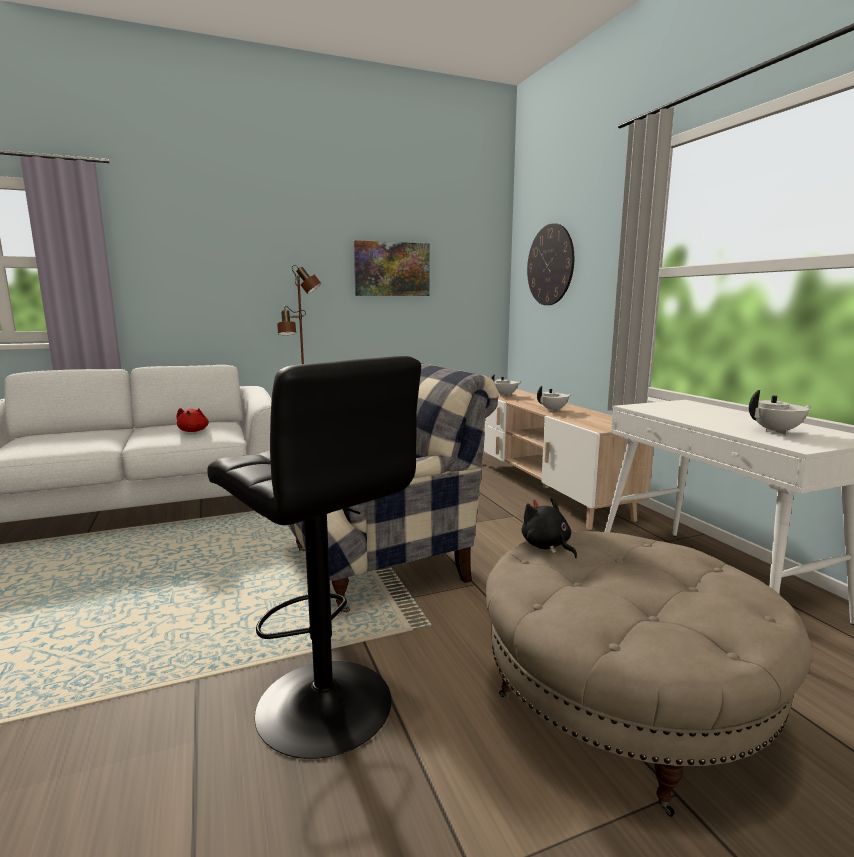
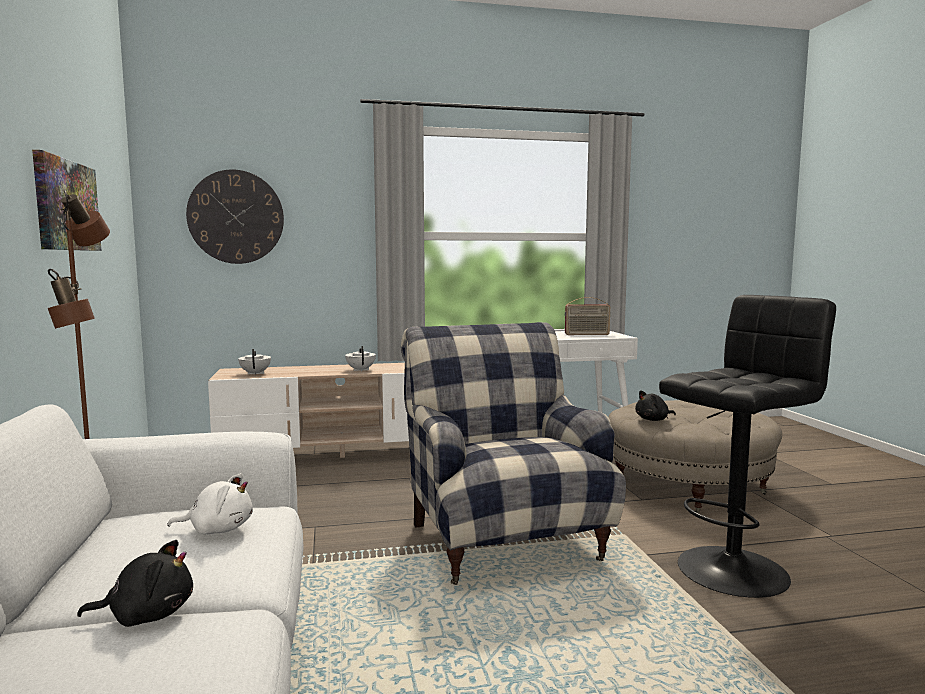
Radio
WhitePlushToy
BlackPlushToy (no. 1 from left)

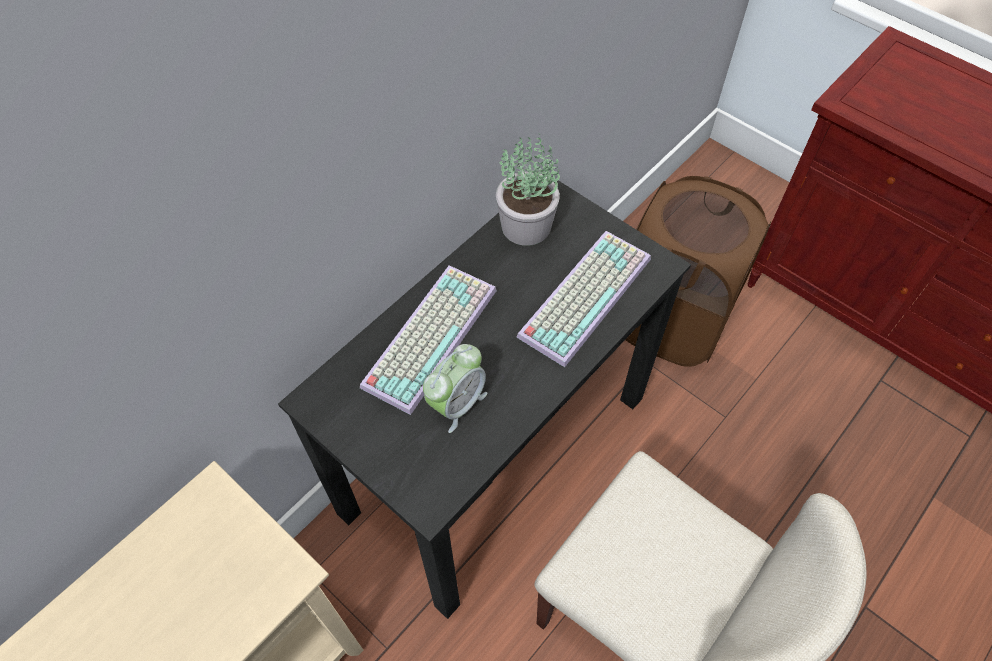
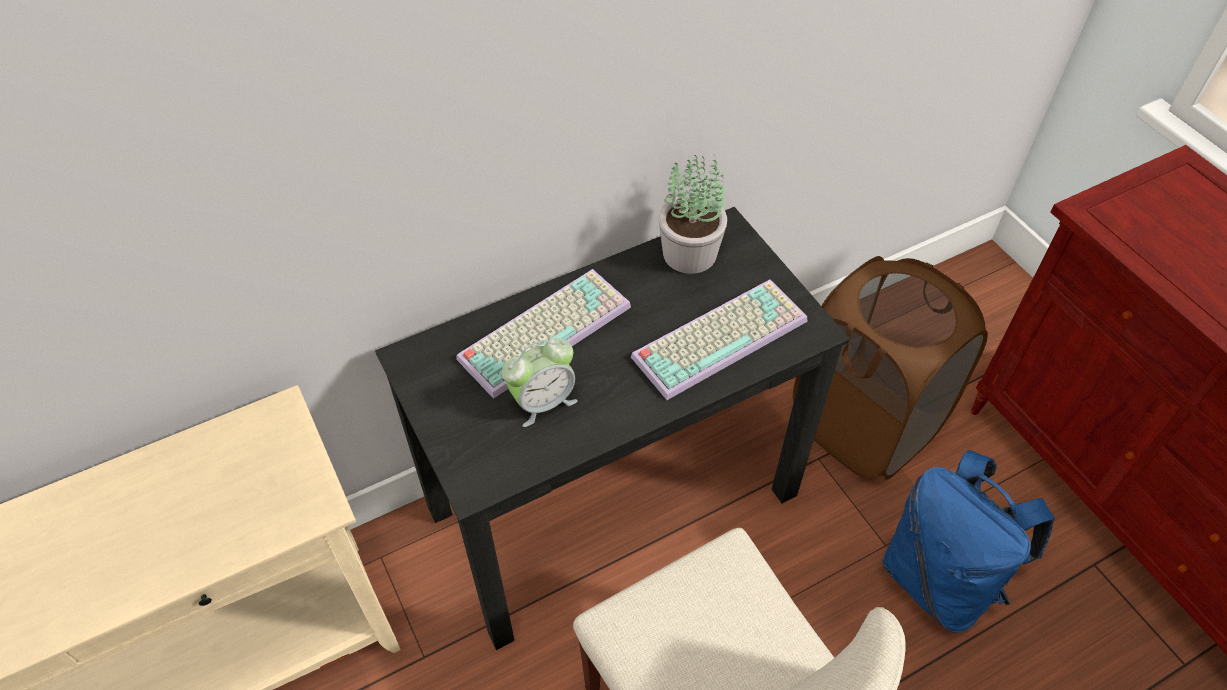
BlueBackpack

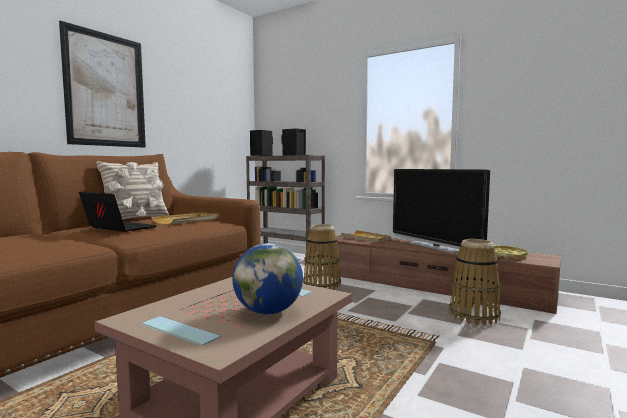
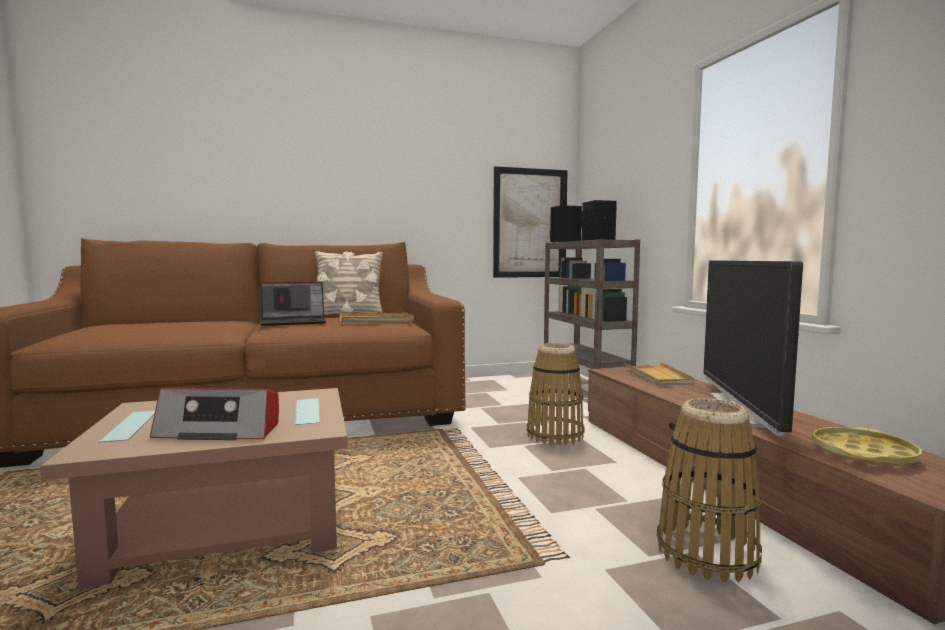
Picture
Laptop
Radio

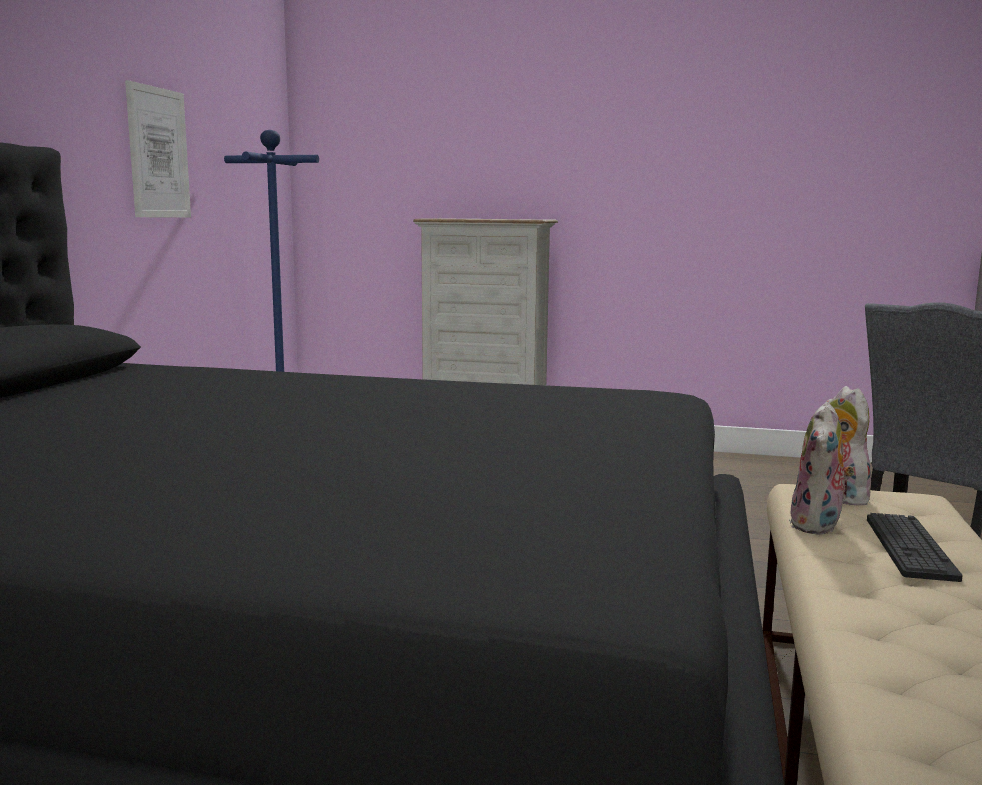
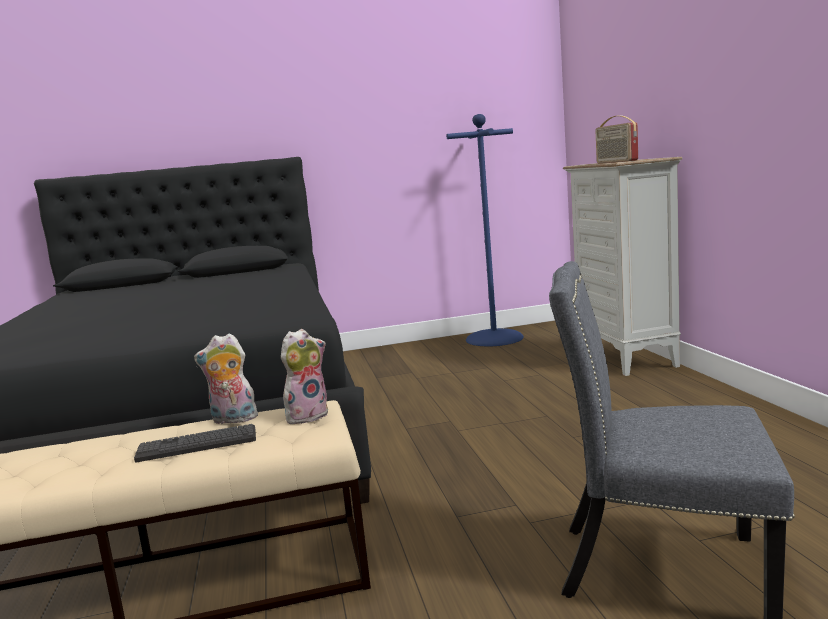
Picture
Radio

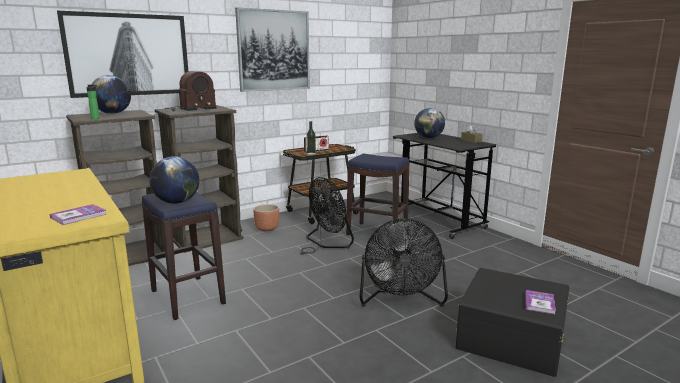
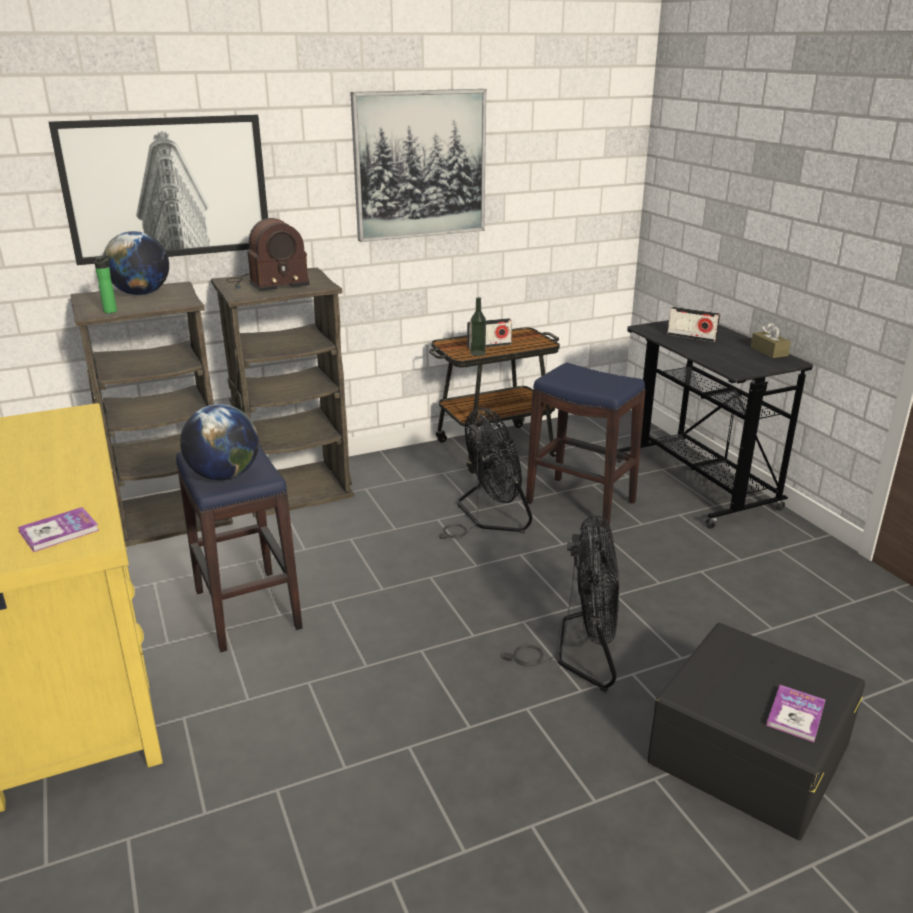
Radio (no. 3 from left)
BrownPlanter
BlackFan (no. 2 from left)

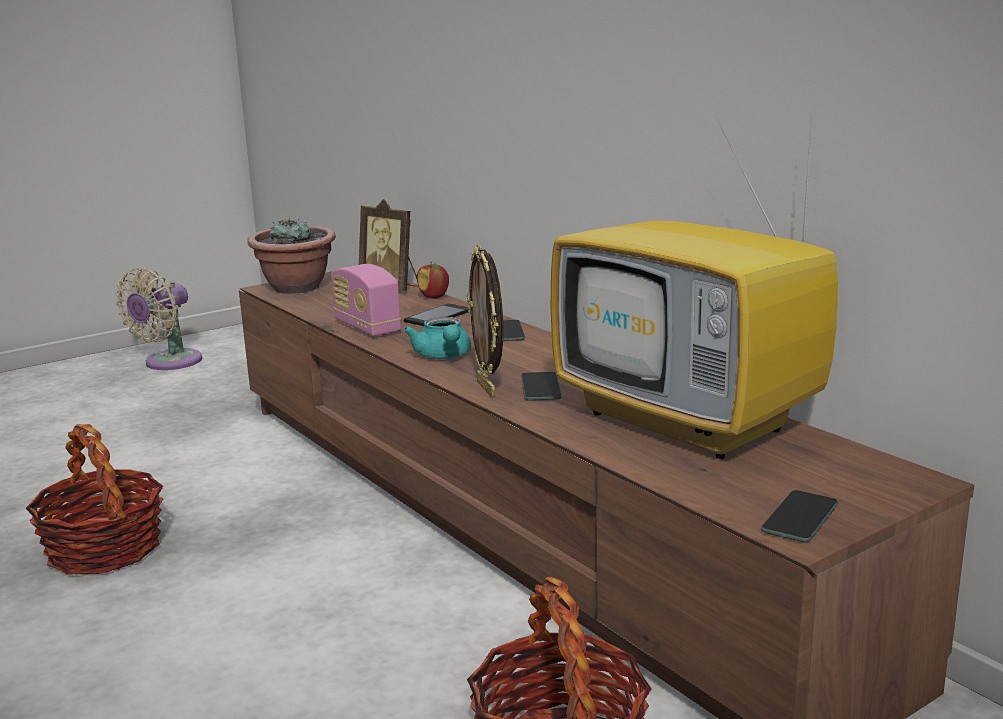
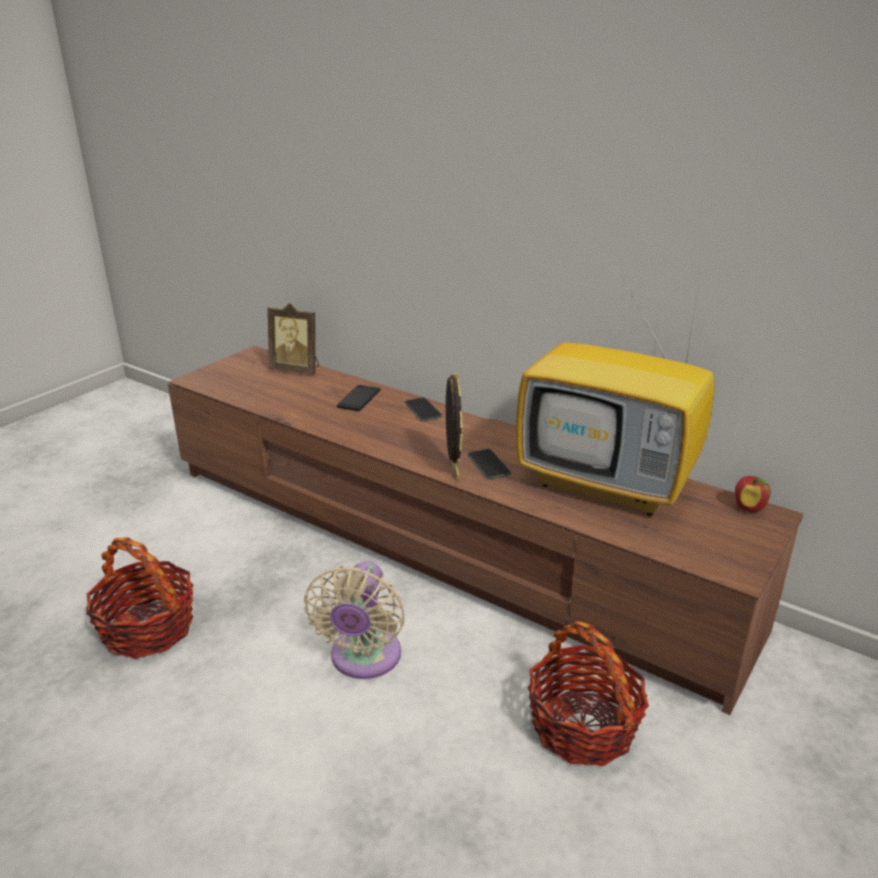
PottedPlant
PictureFrame (no. 2 from left)
Apple
Radio
BeigeFan
TurquoiseTeapot
Phone (no. 4 from left in the first image)

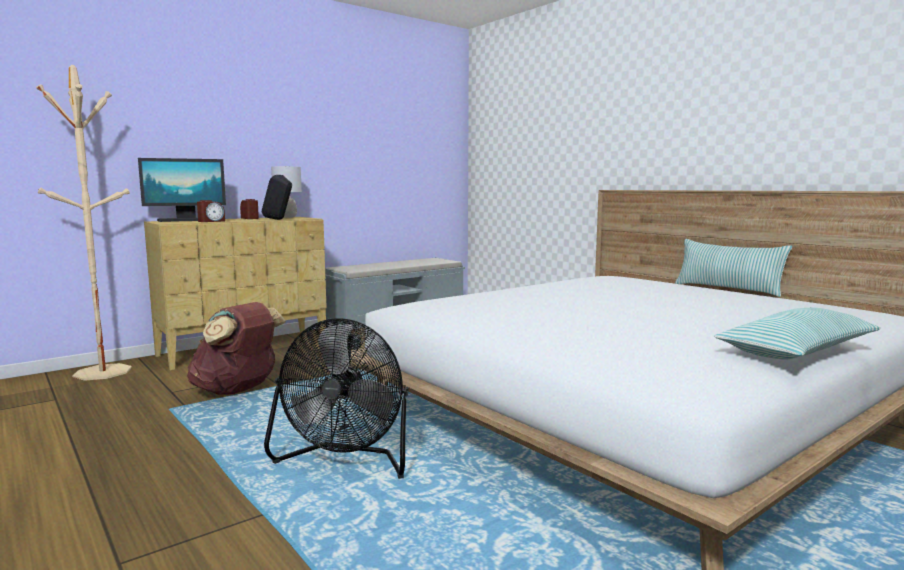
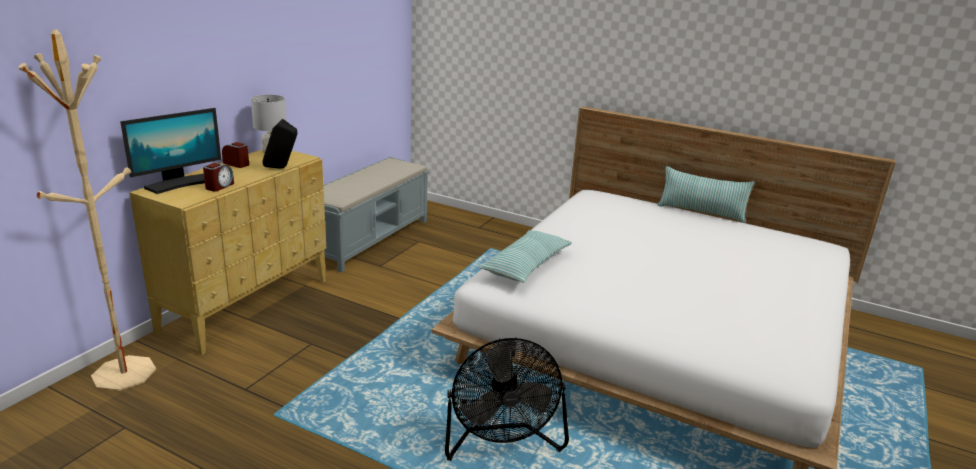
BrownBackpack
Pillow (no. 1 from left)

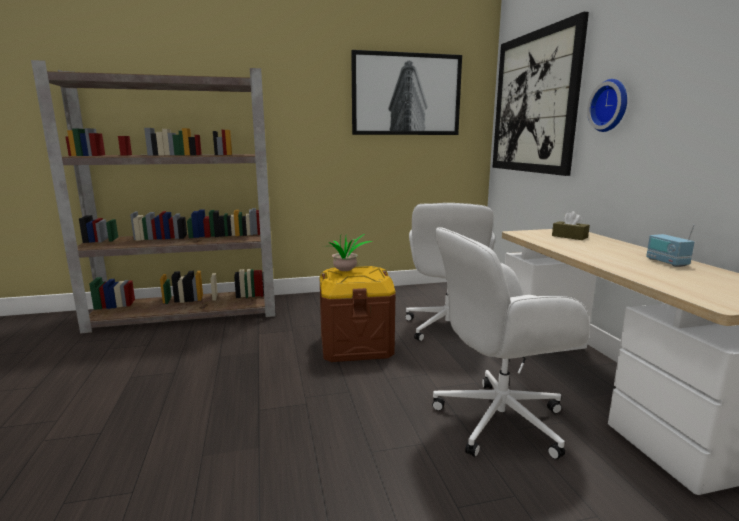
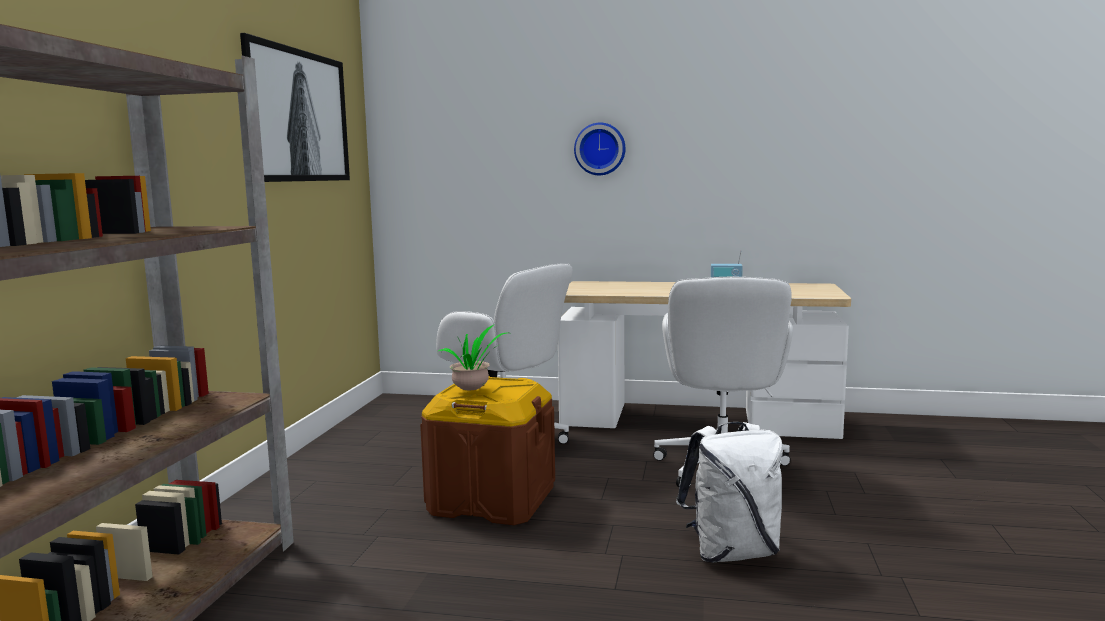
Picture (no. 2 from left in the first image)
BrownTissueBox
WhiteBackpack

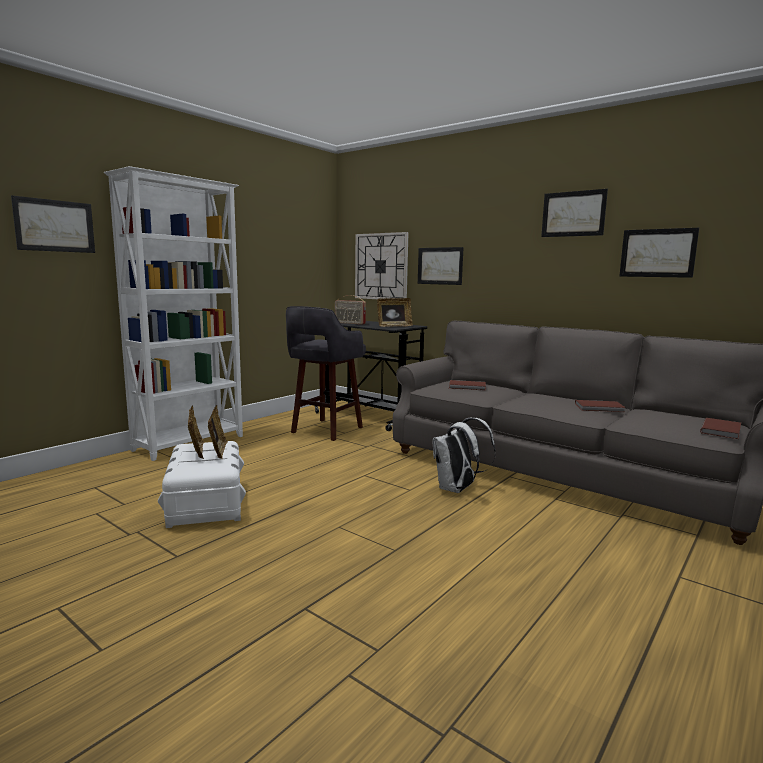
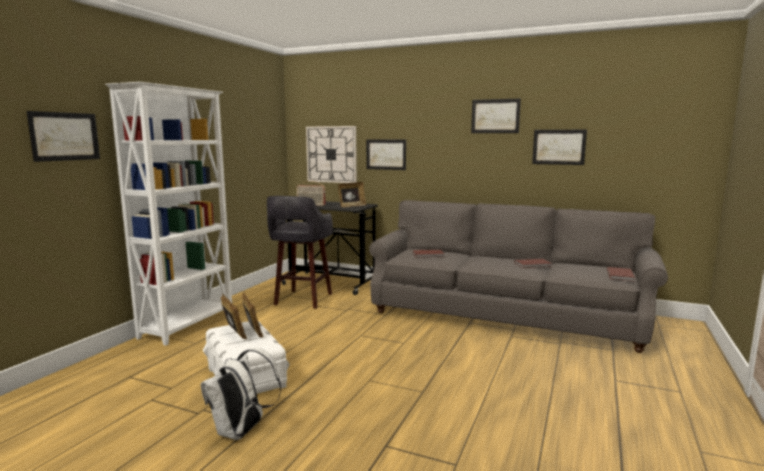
WhiteBackpack

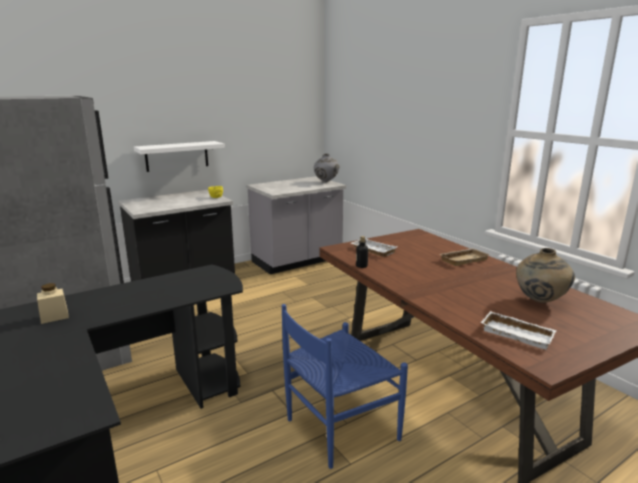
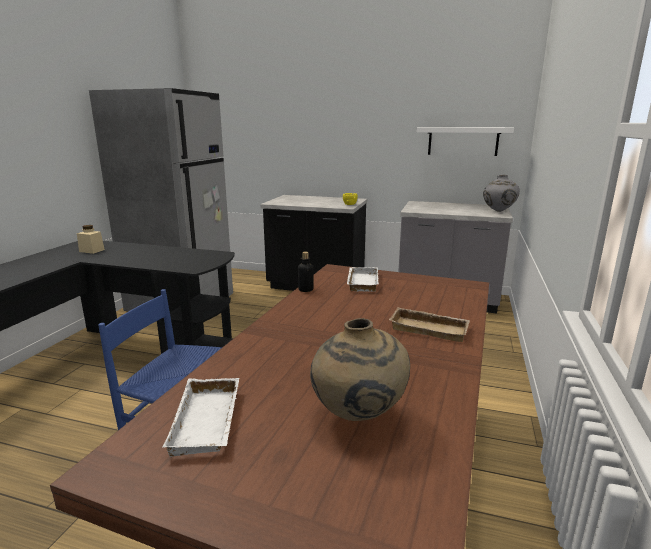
WhiteShelf

